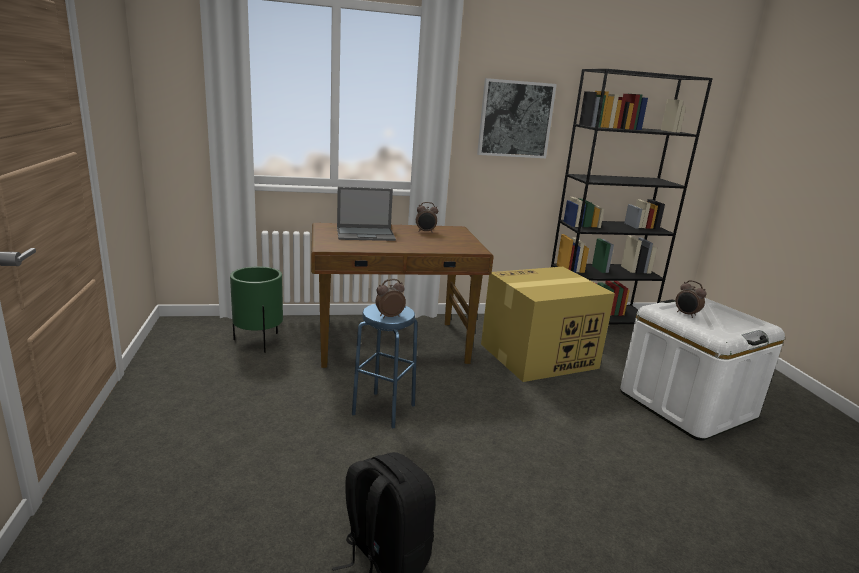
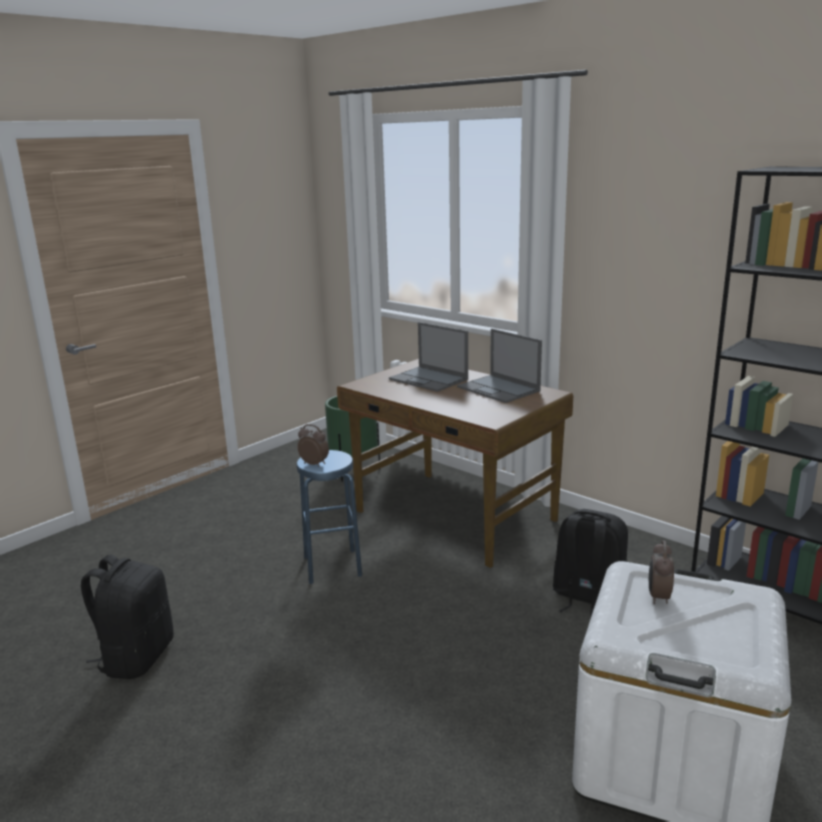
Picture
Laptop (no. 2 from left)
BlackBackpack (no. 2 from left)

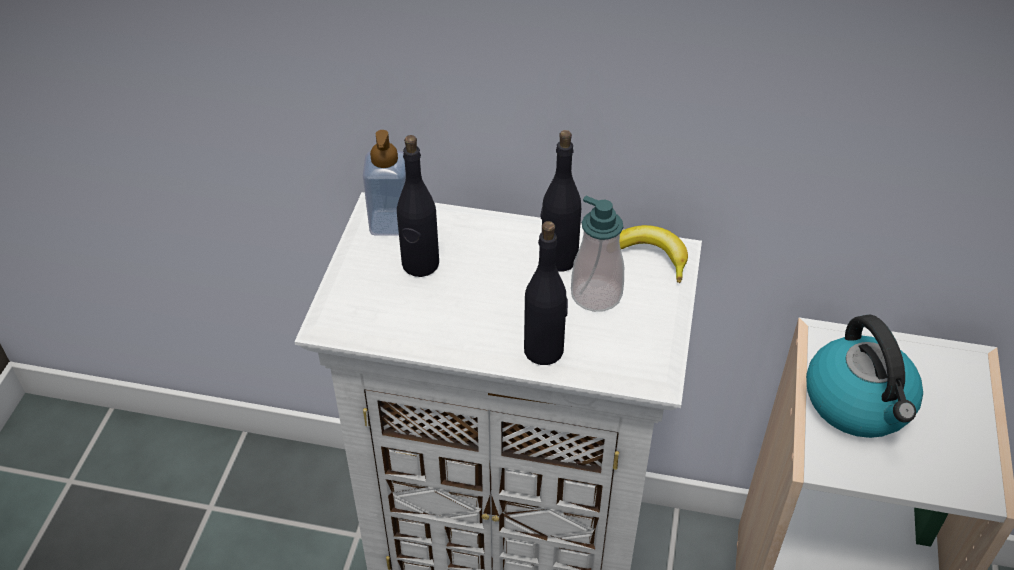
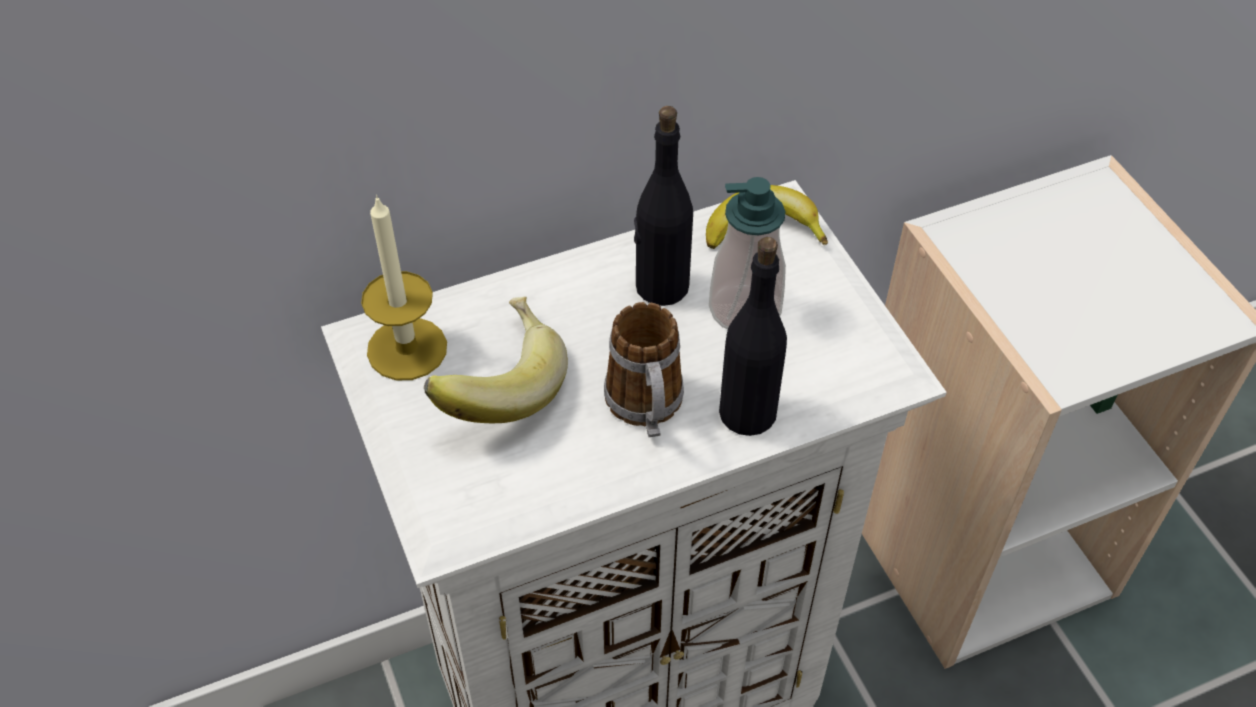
Candle
Banana (no. 1 from left)
Kettle
Mug

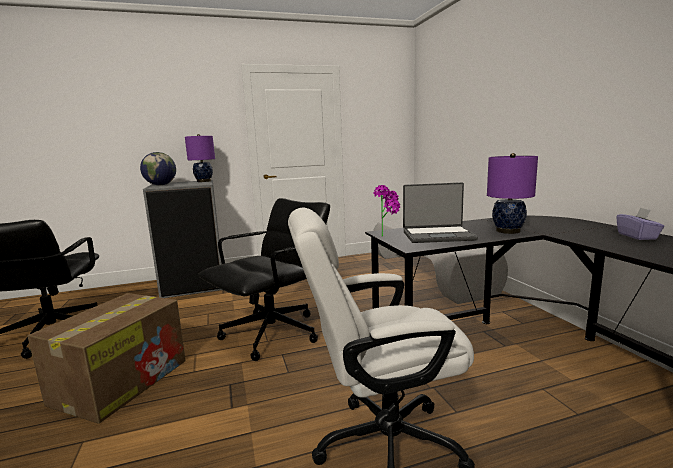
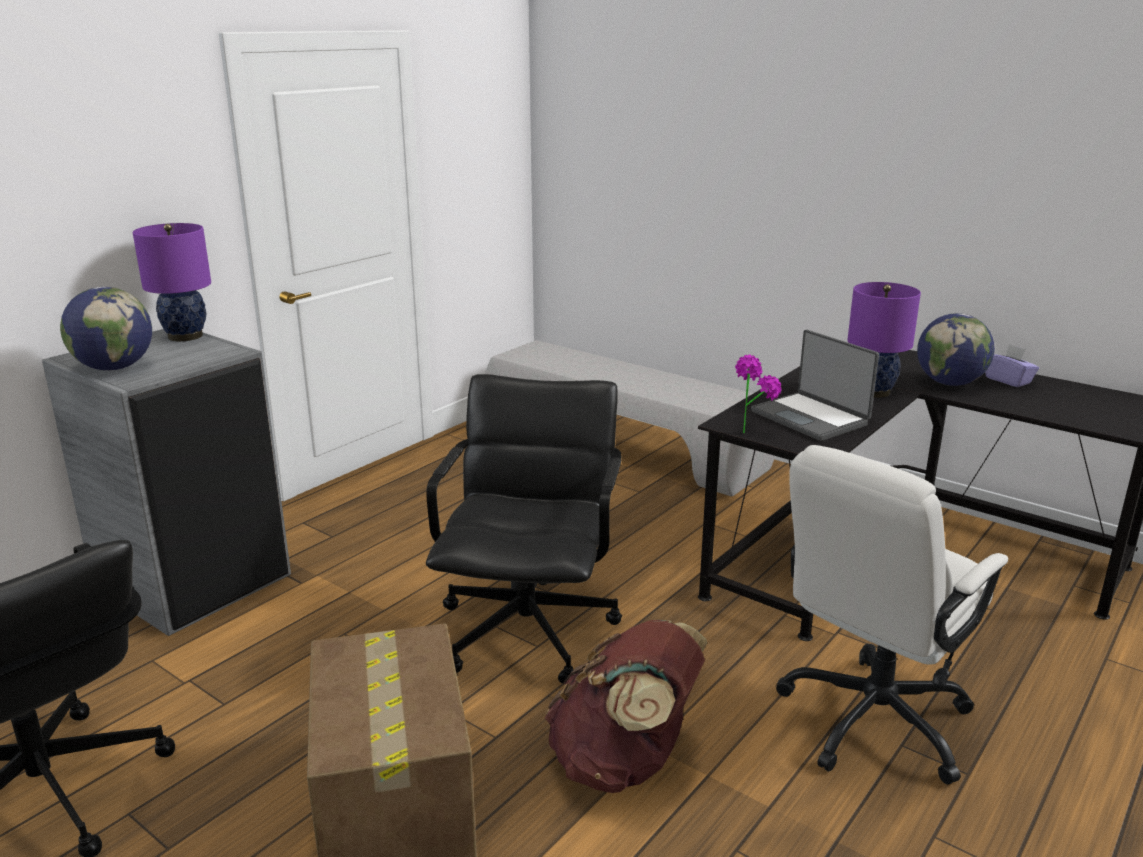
Laptop
Globe (no. 2 from left)
BrownBackpack

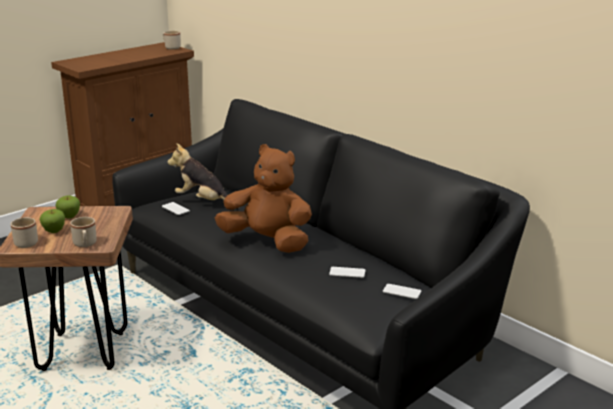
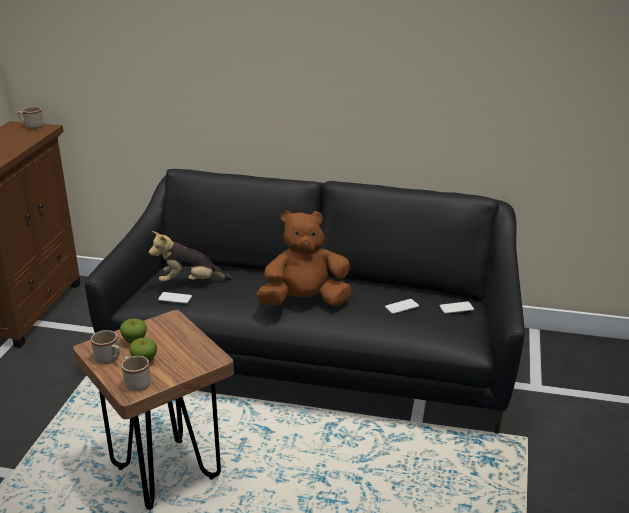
BeigeMug (no. 2 from left)

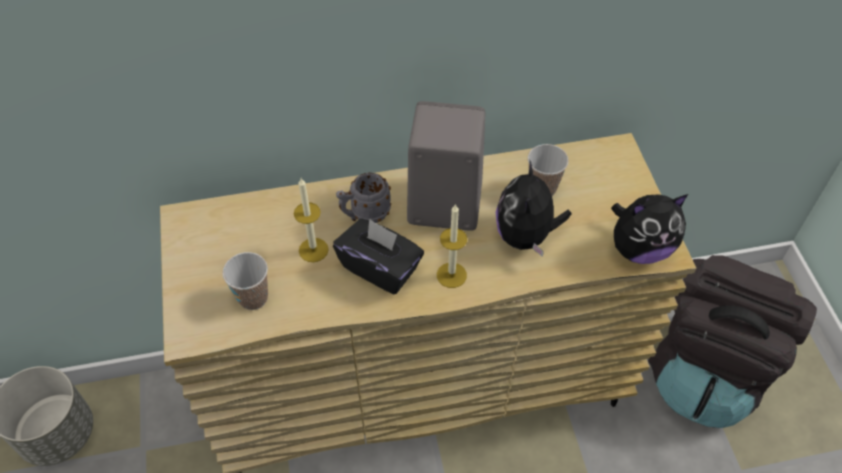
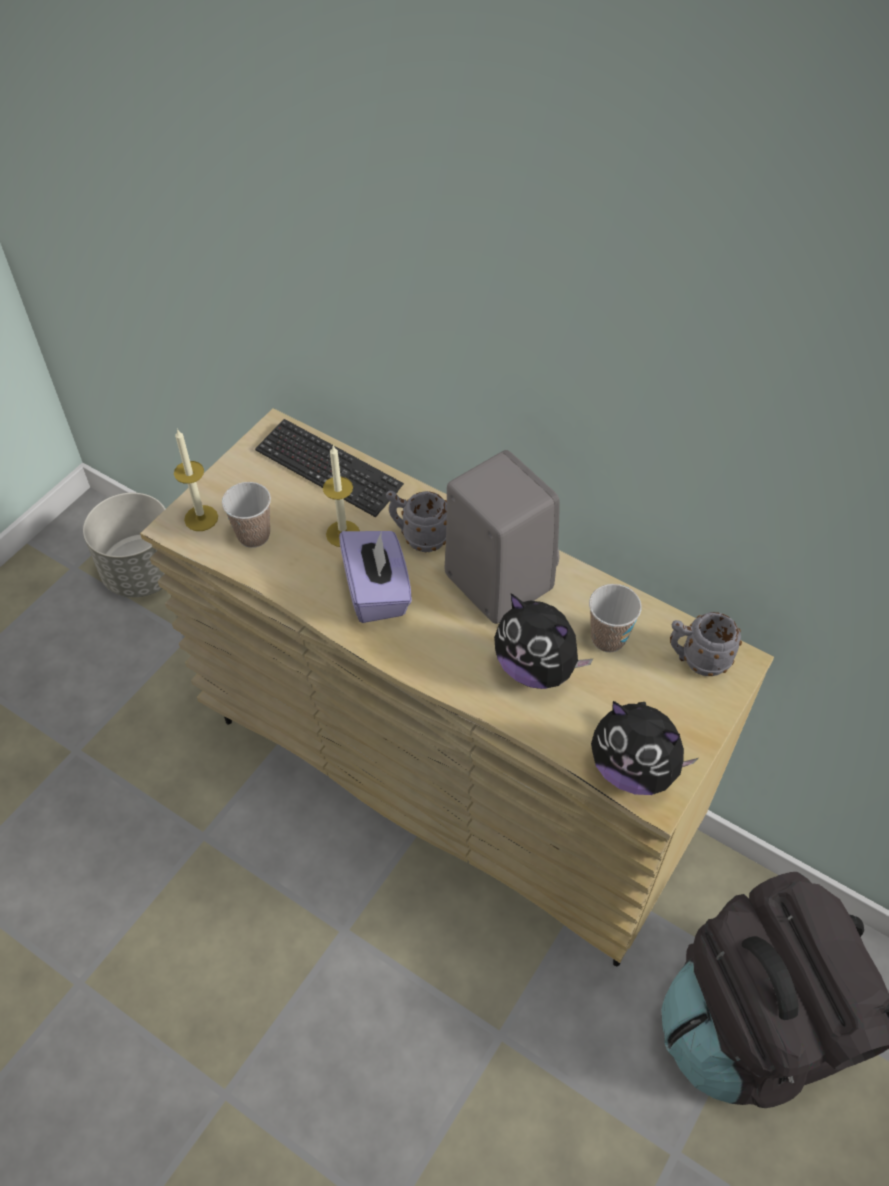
PlushToy (no. 1 from left)
Candle (no. 1 from left)
PurpleTissueBox
Keyboard
GreyMug (no. 2 from left)

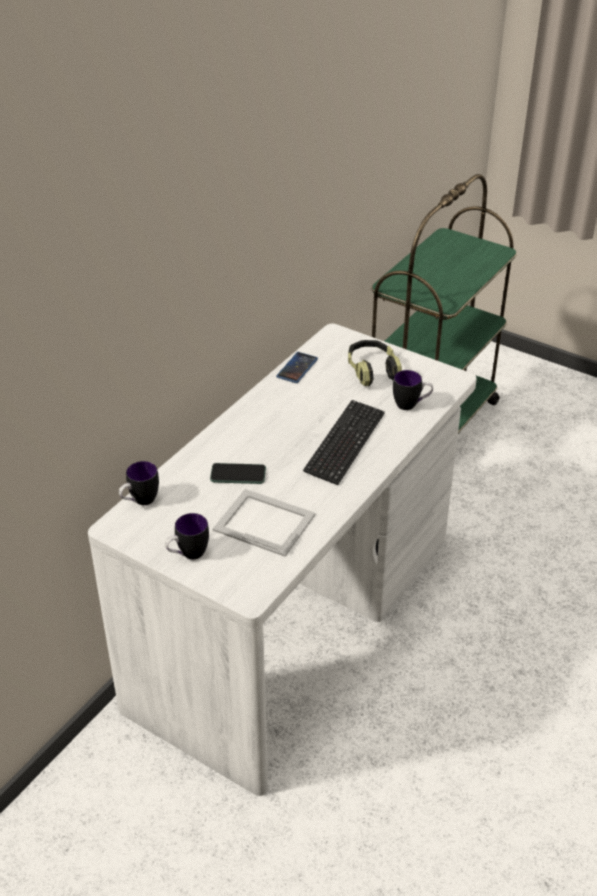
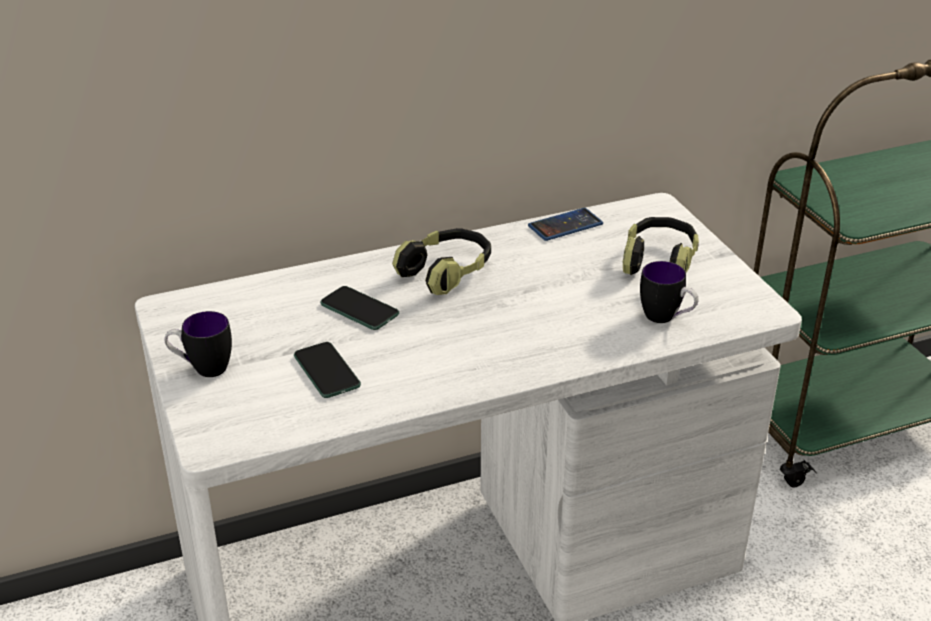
Keyboard
Mug (no. 1 from left in the first image)
Phone (no. 1 from left)
Headphones (no. 1 from left)

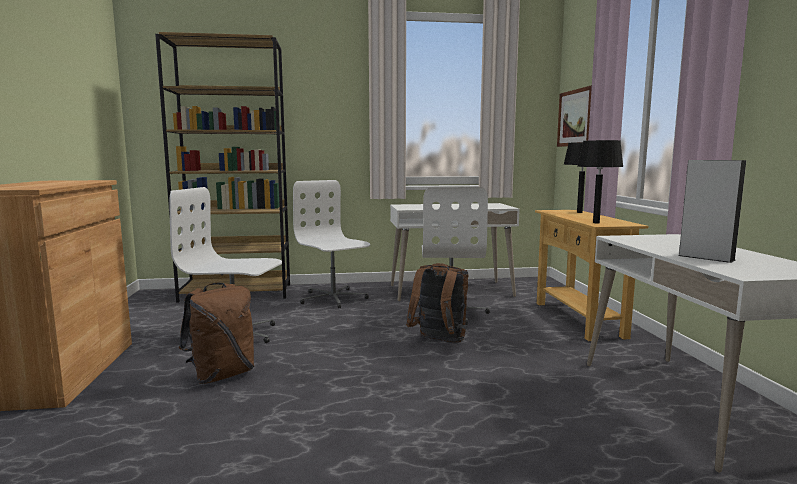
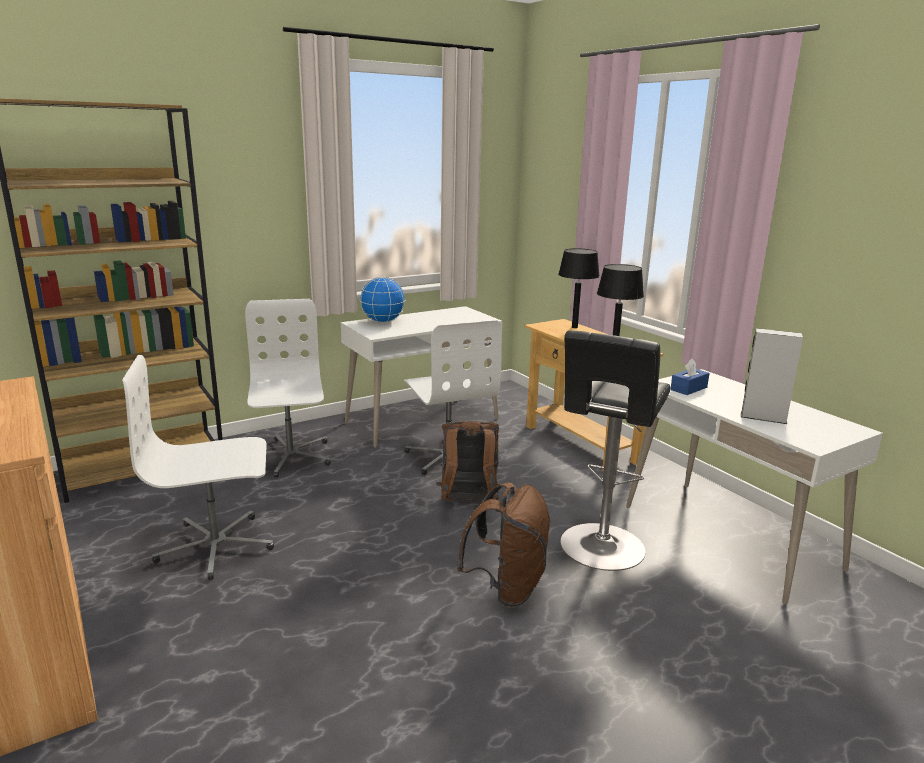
Picture
WhiteOfficeChair (no. 2 from left)
BrownBackpack (no. 2 from left)
Globe
BlackStool
BlueTissueBox

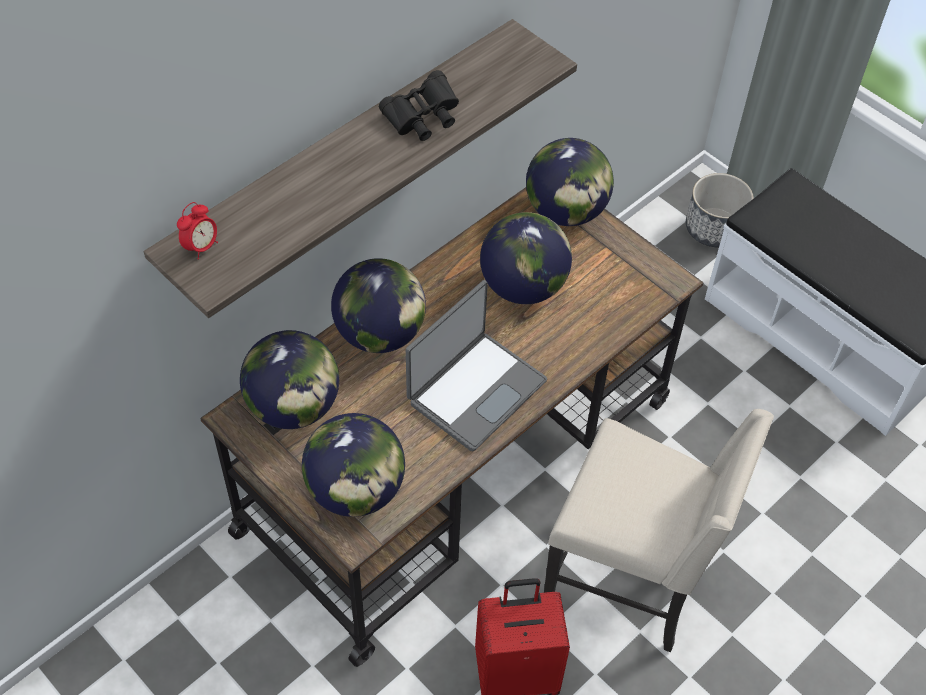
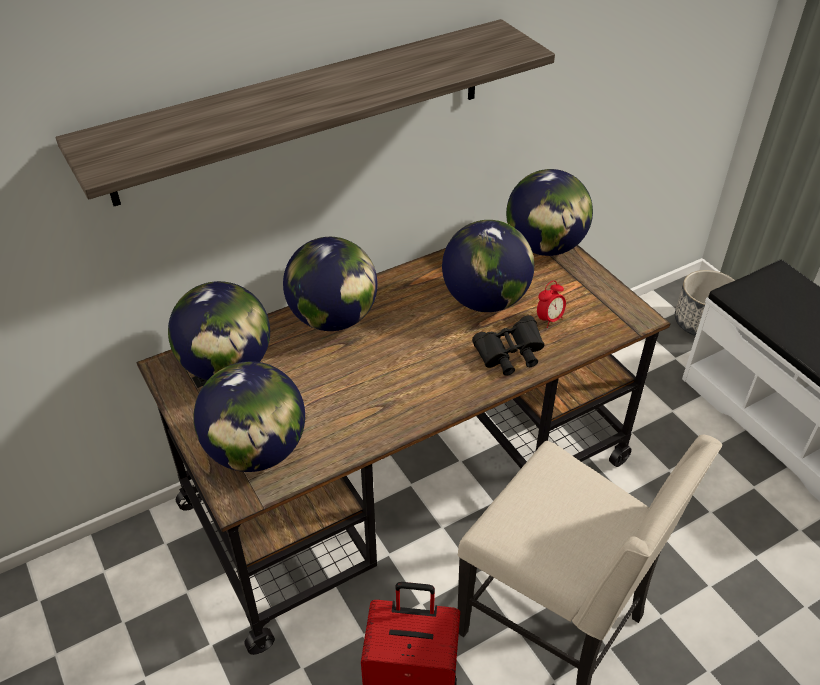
BlackBinoculars
AlarmClock
Laptop

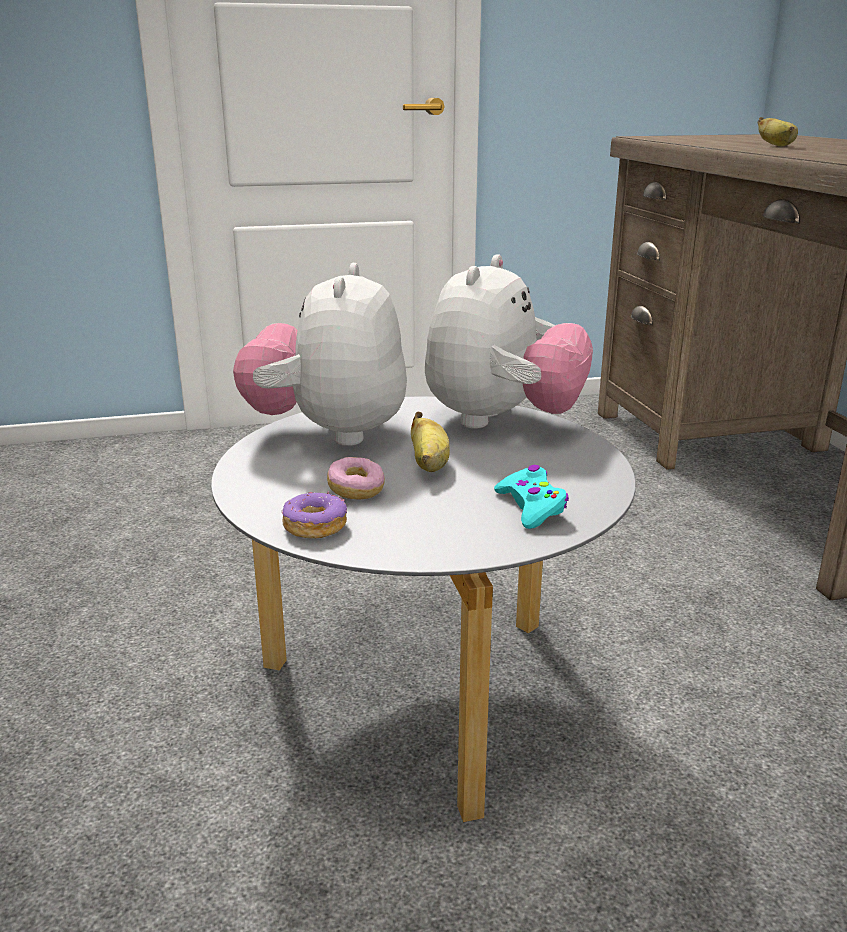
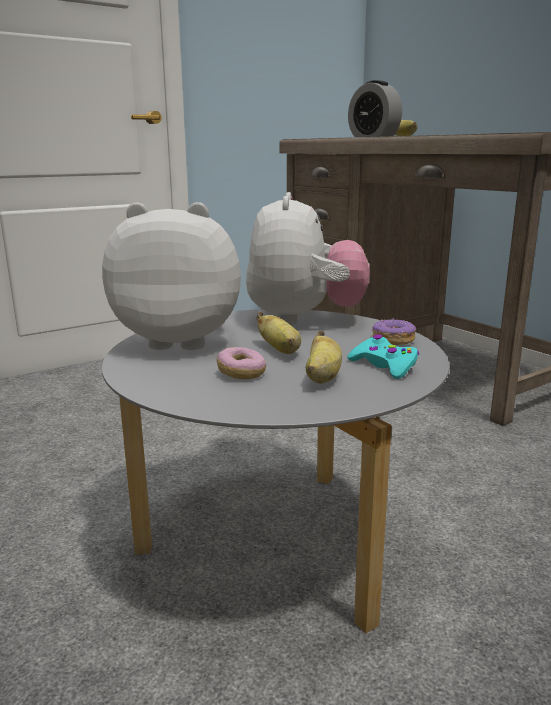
PlushToy (no. 1 from left)
Donut (no. 2 from left)
AlarmClock
Banana (no. 2 from left)

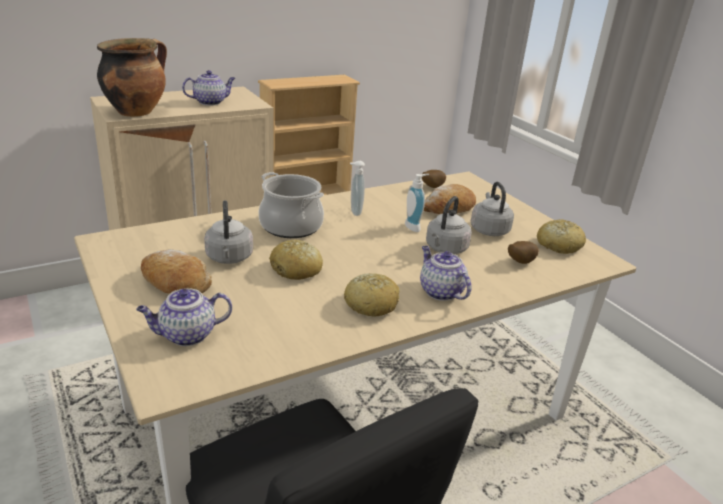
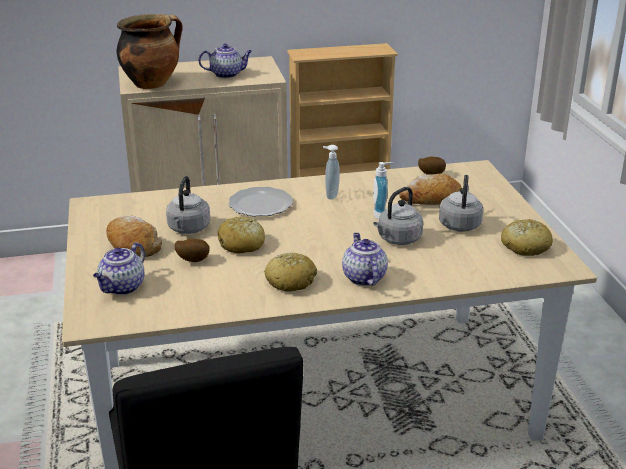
Plate
Potato (no. 1 from left)
Teapot (no. 1 from left)

